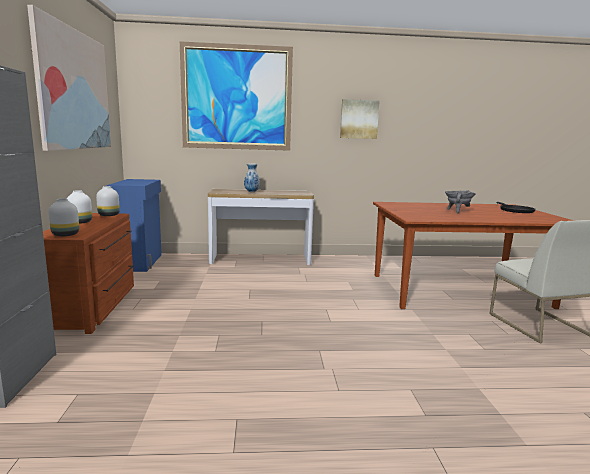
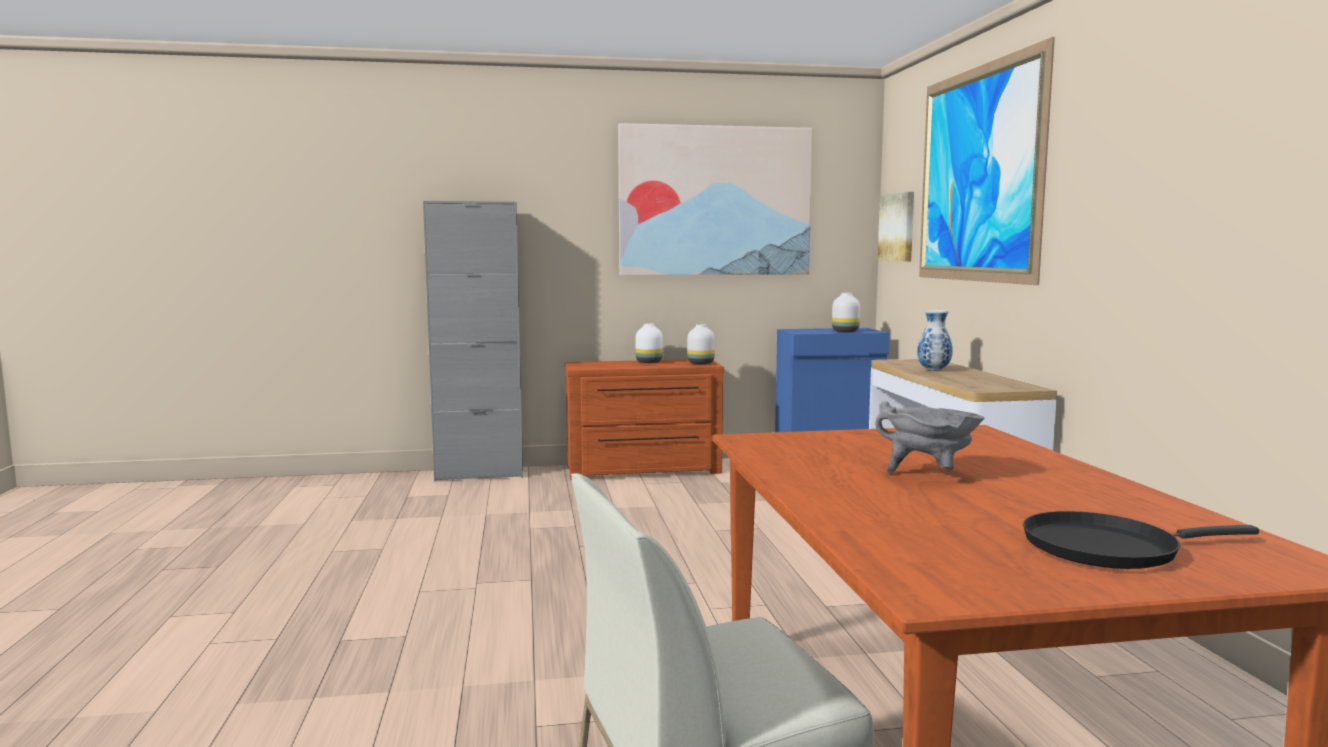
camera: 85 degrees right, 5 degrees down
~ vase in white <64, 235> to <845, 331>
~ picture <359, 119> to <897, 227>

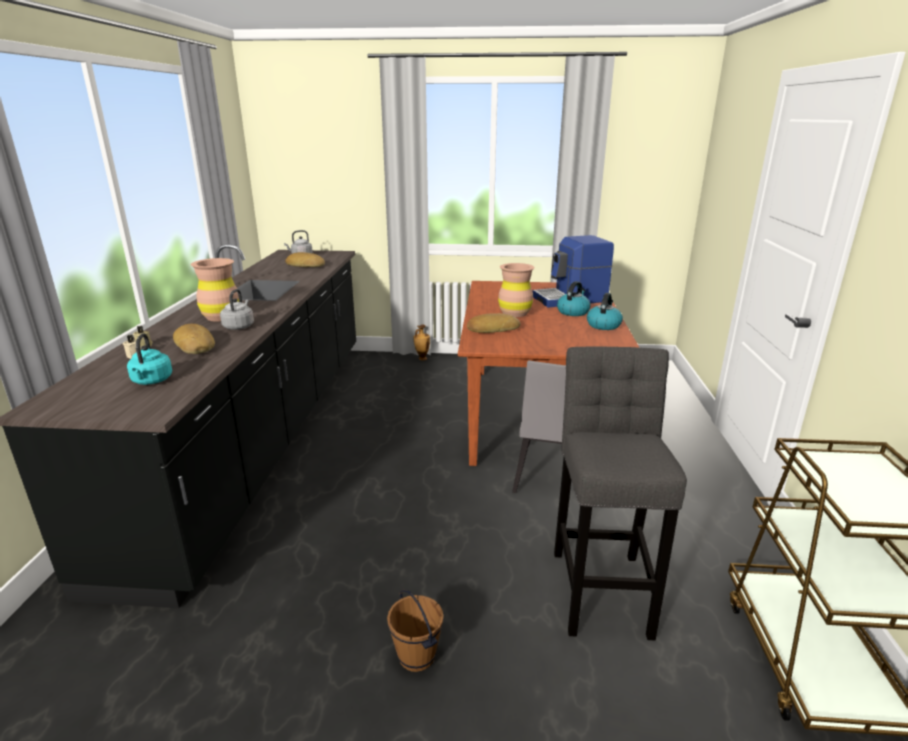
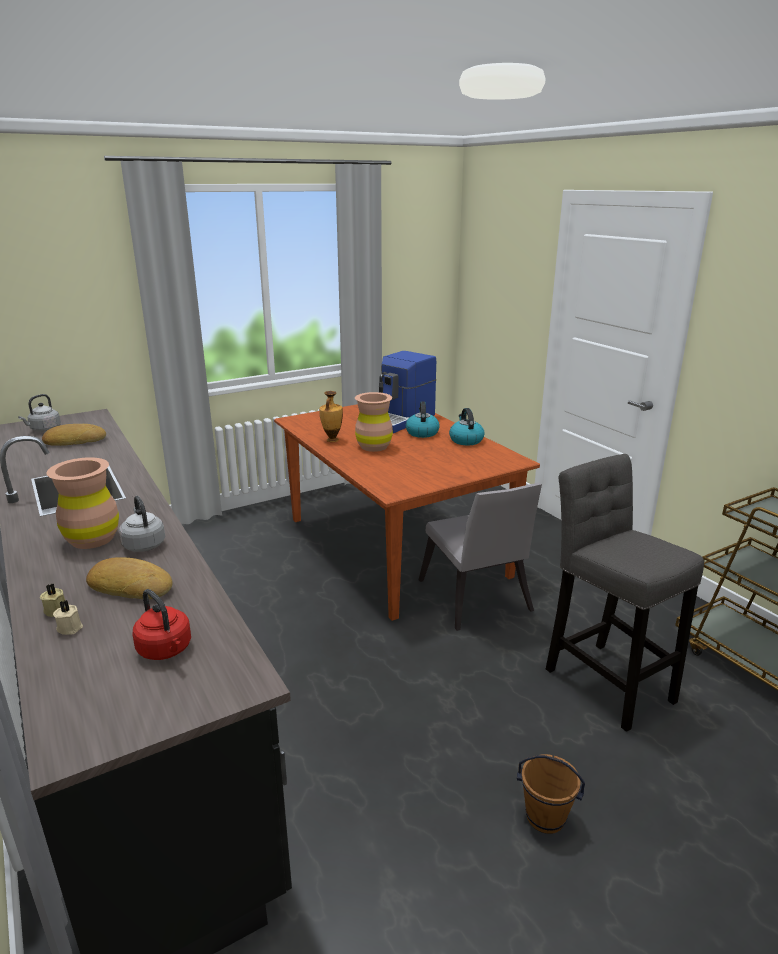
camera: 35 degrees left, 0 degrees up
- bread <492, 328>
~ vase <422, 358> to <332, 440>
~ kettle in turquoise <151, 381> to kettle in red <166, 650>

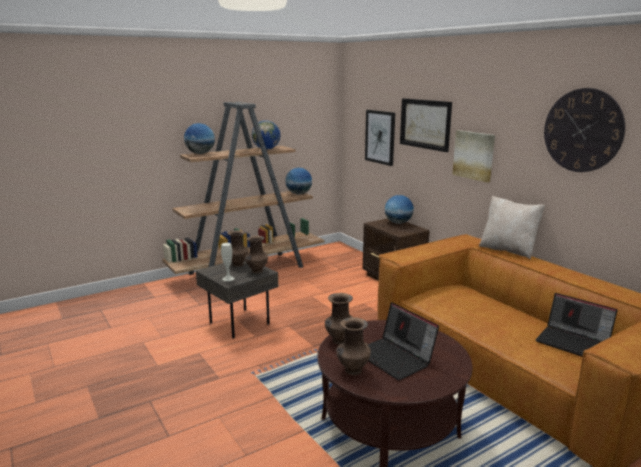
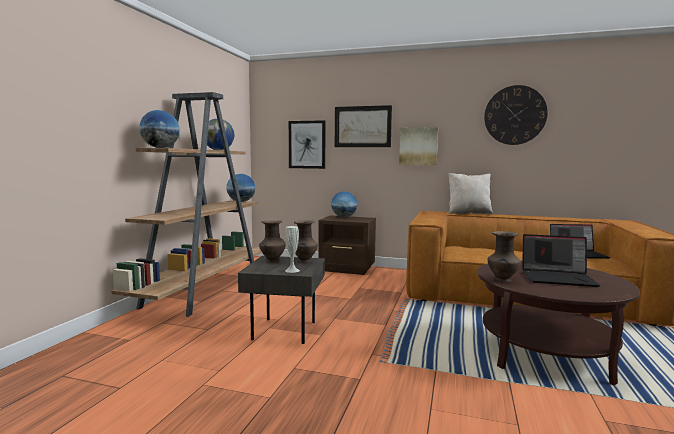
camera: 40 degrees left, 10 degrees down
- vase in brown <352, 370>

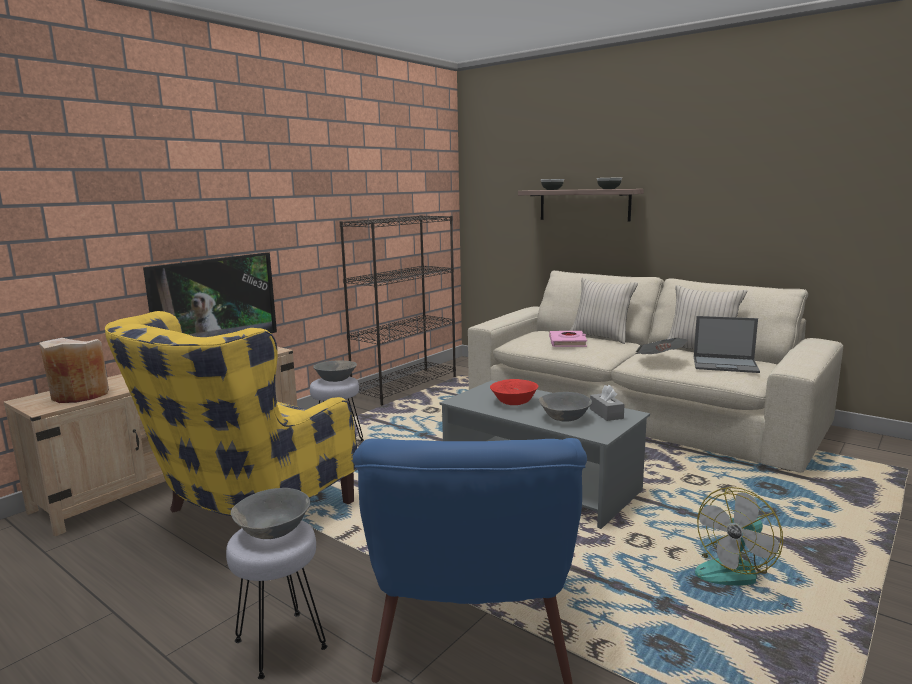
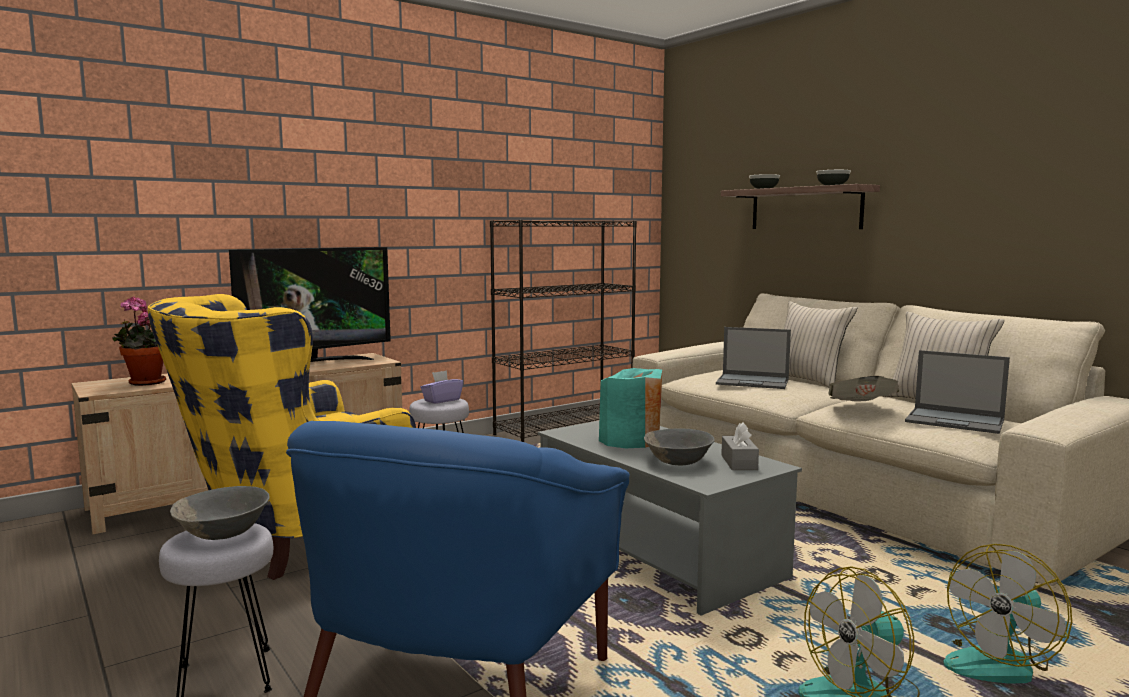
camera: 15 degrees right, 5 degrees down
+ fan <998, 662>
~ vase in beige <80, 395> to potted plant <144, 383>
~ bowl in grey <336, 380> to tissue box in purple <442, 400>
~ bowl in red <514, 402> to vase in turquoise <630, 440>
~ book in pink <567, 342> to laptop <753, 382>

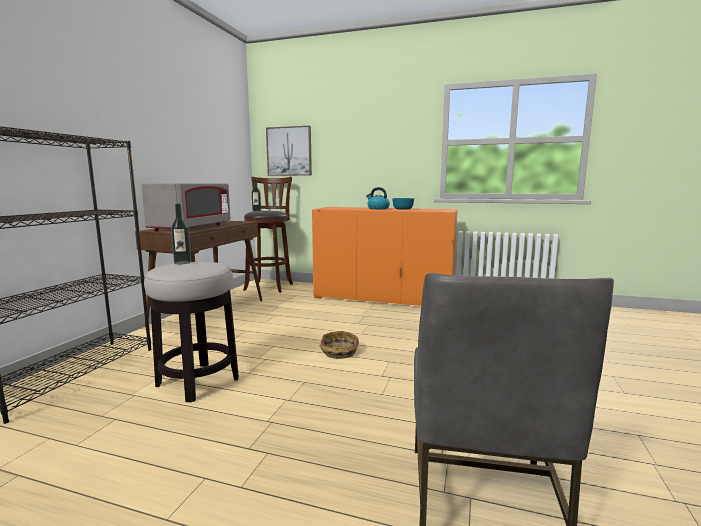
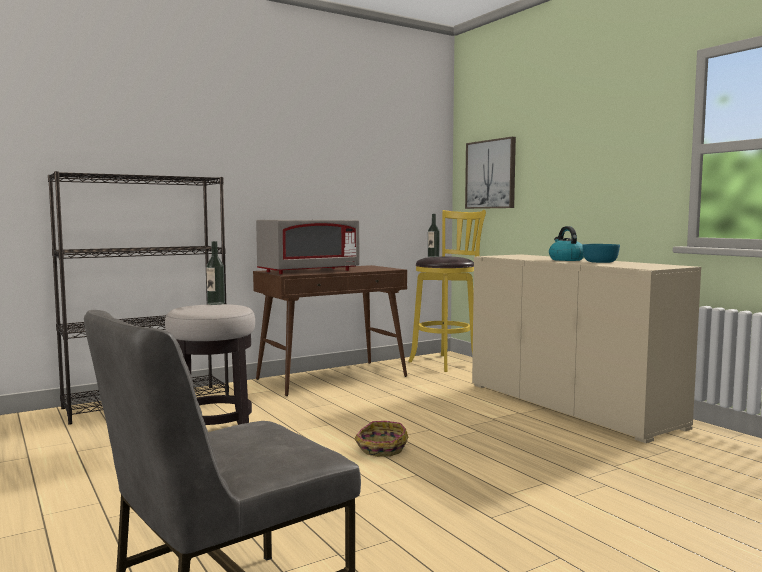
camera: 40 degrees right, 5 degrees down
~ stool in brown <269, 286> to stool in yellow <446, 362>
~ cabinet in orange <383, 298> to cabinet in beige <569, 405>

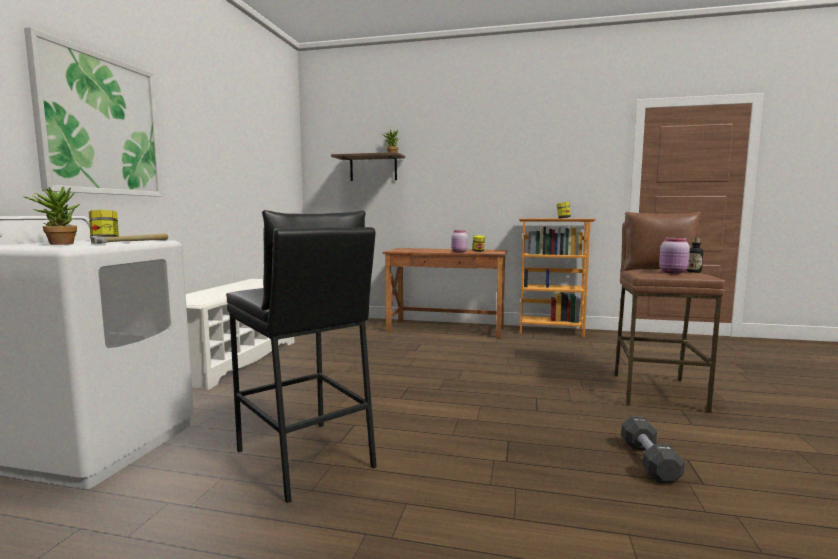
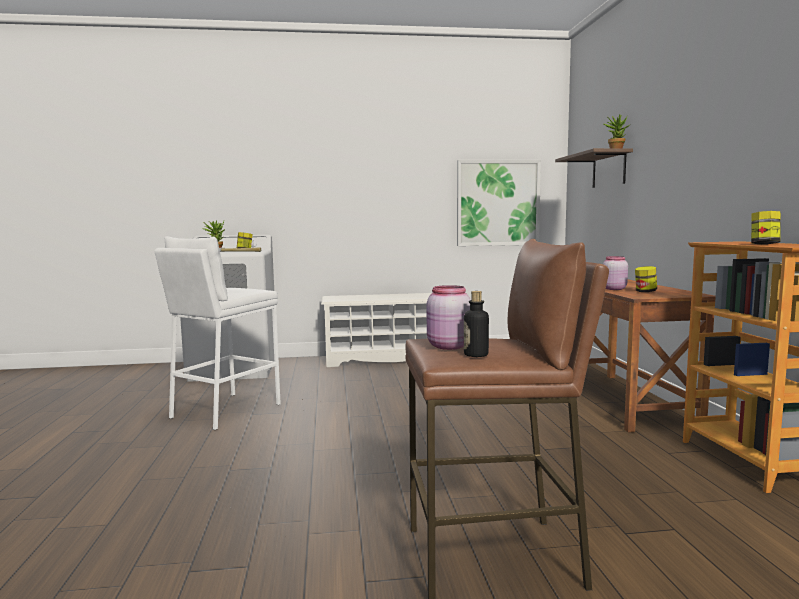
camera: 70 degrees right, 0 degrees up
- dumbbell in black <649, 462>
~ picture <101, 125> to <498, 203>
~ stool in black <305, 458> to stool in white <225, 410>

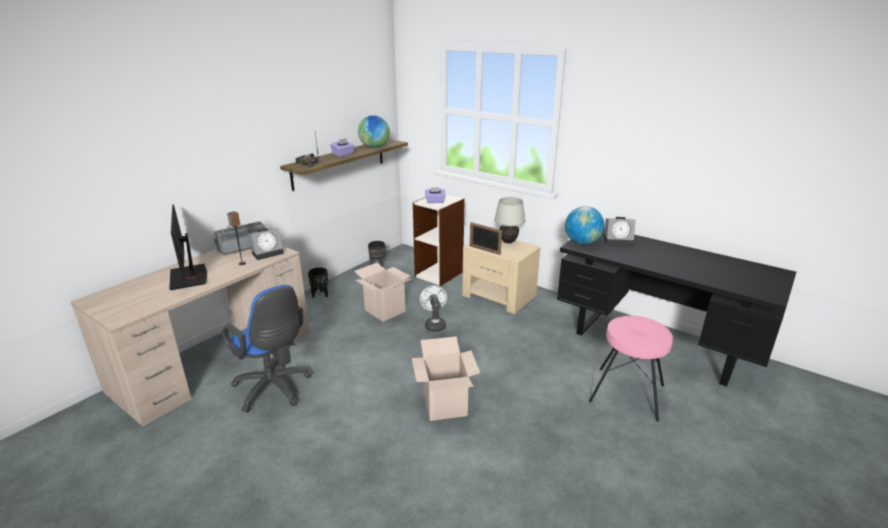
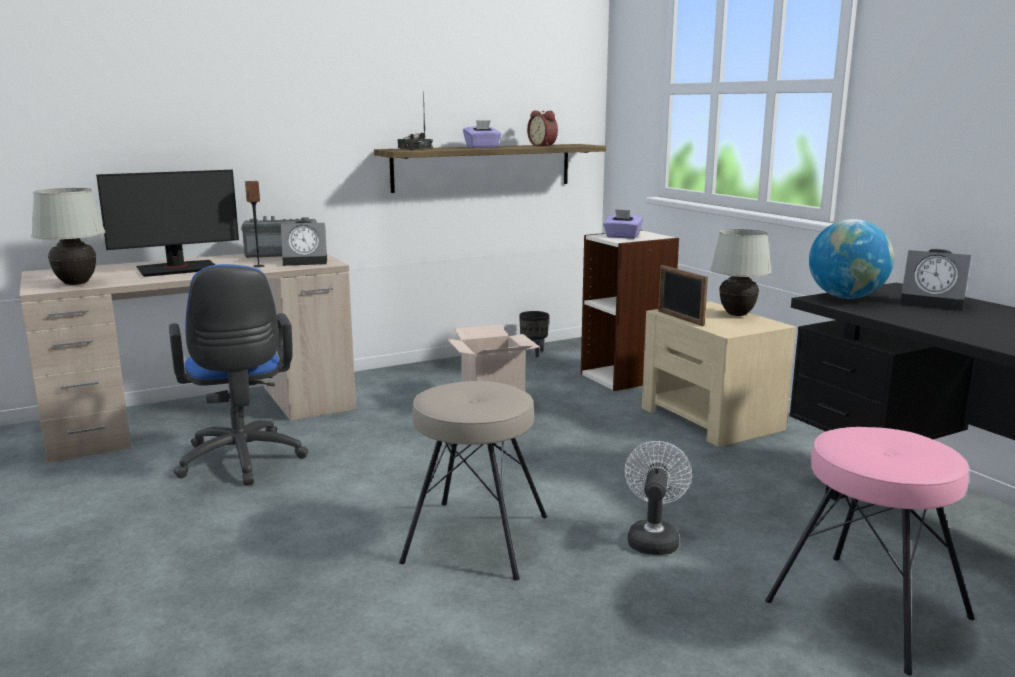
camera: 25 degrees right, 10 degrees down
- planter in black <320, 294>
+ table lamp in white <75, 284>
~ fan in white <434, 324> to <653, 538>
~ globe <375, 147> to alarm clock <543, 146>
~ cardboard box <445, 405> to stool in beige <475, 538>
~ monitor <189, 277> = <177, 269> 120 degrees counterclockwise

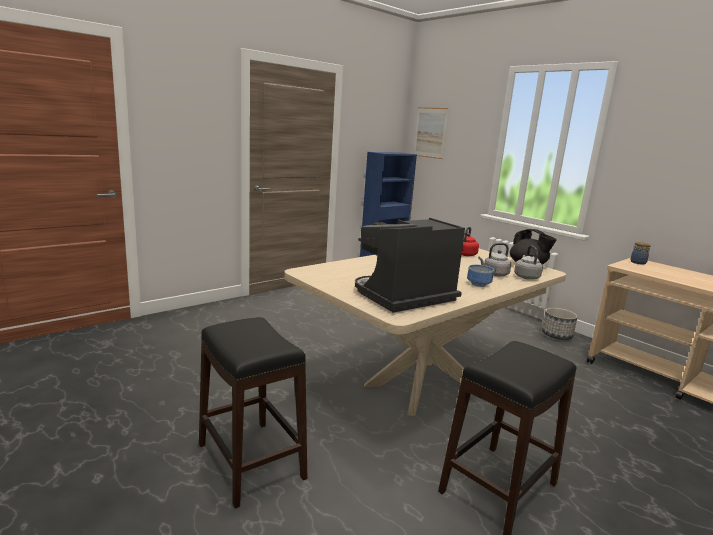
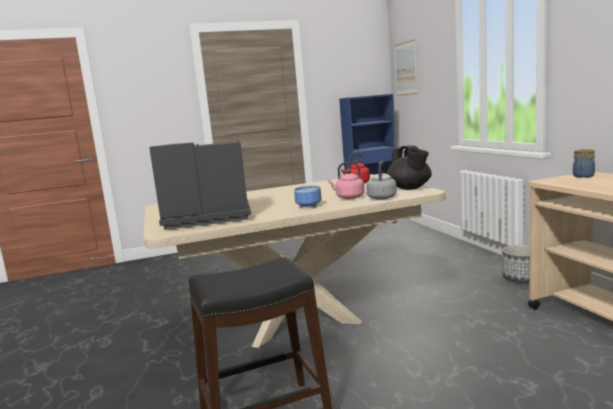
camera: 25 degrees right, 5 degrees down
- stool in black <250, 461>
~ kettle in grey <494, 274> to kettle in pink <348, 197>

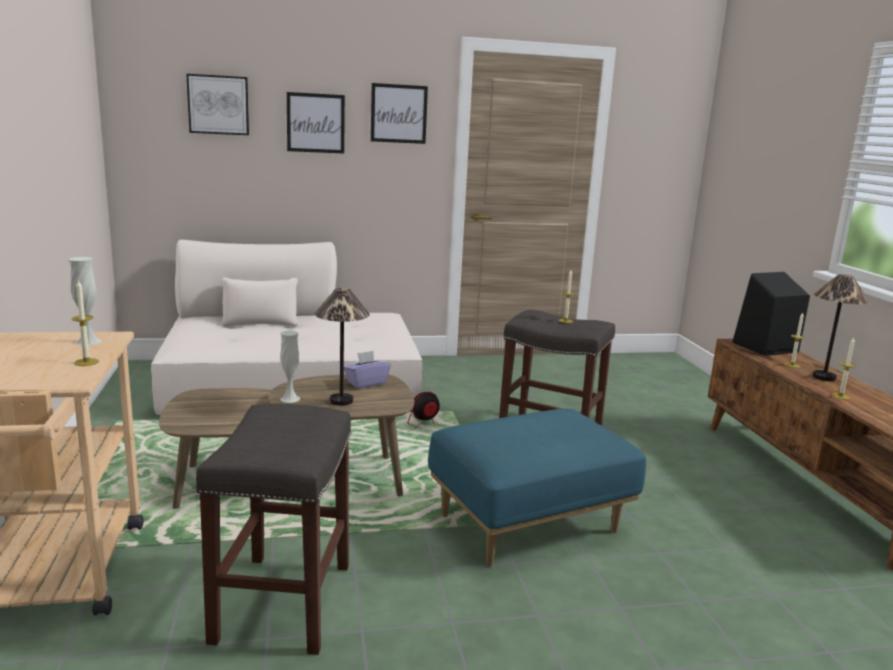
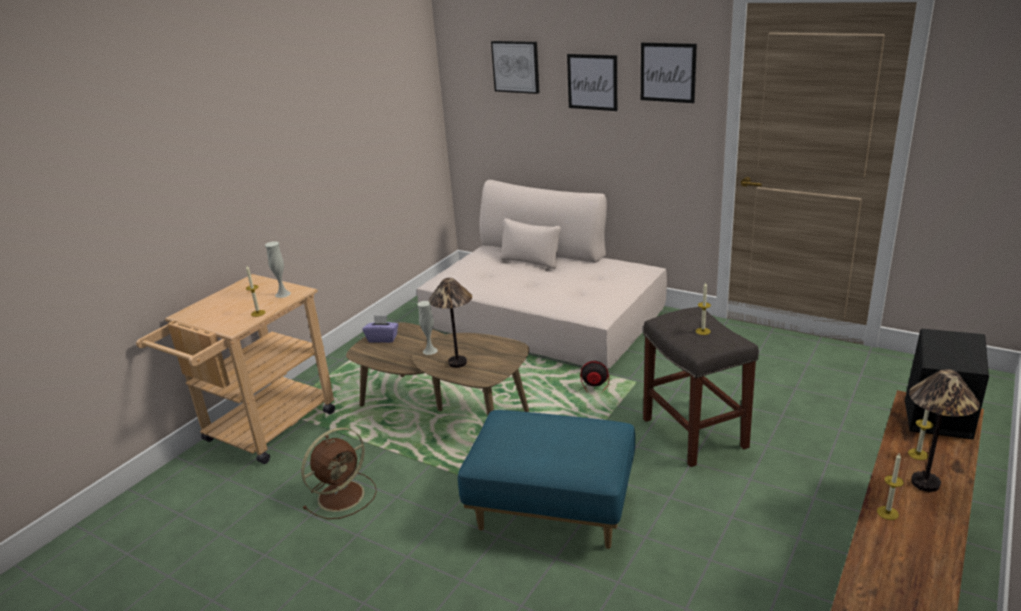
camera: 45 degrees right, 10 degrees up
~ tissue box in purple <366, 383> to <382, 339>
~ stool in grey <283, 600> to fan in brown <343, 495>

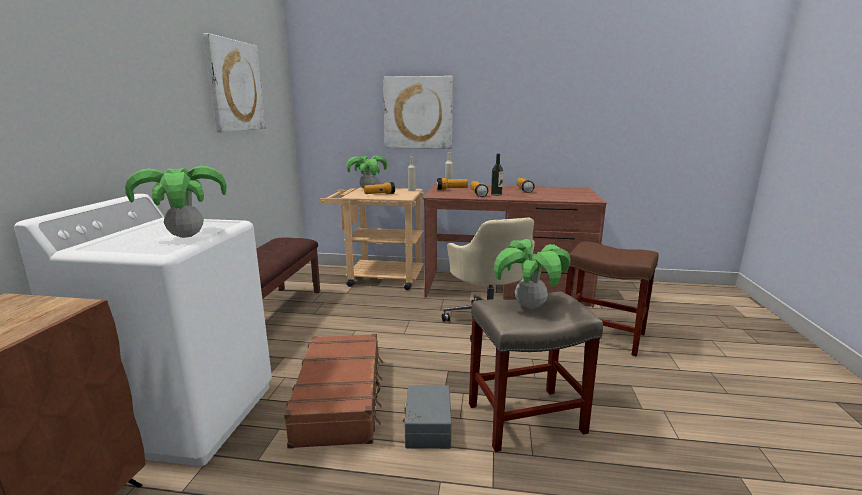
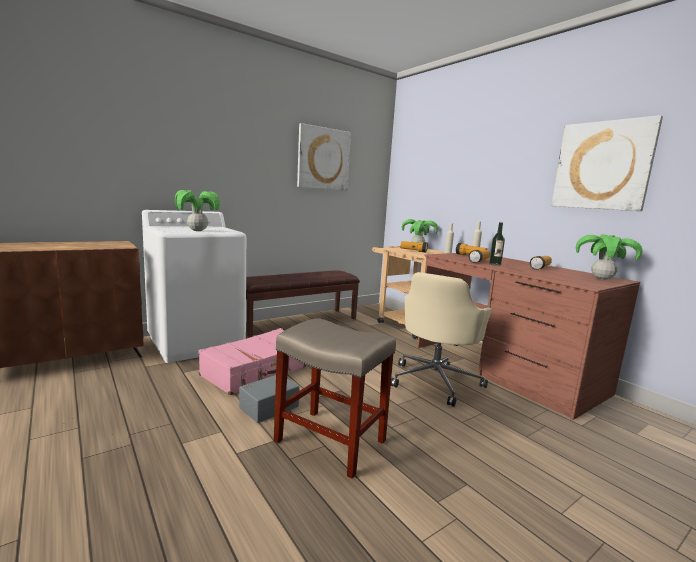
camera: 45 degrees right, 5 degrees down
- stool in brown <604, 335>
~ picture <418, 113> to <602, 166>
~ potted plant <530, 306> to <602, 278>
~ suitcase in brown <340, 398> to suitcase in pink <259, 370>

